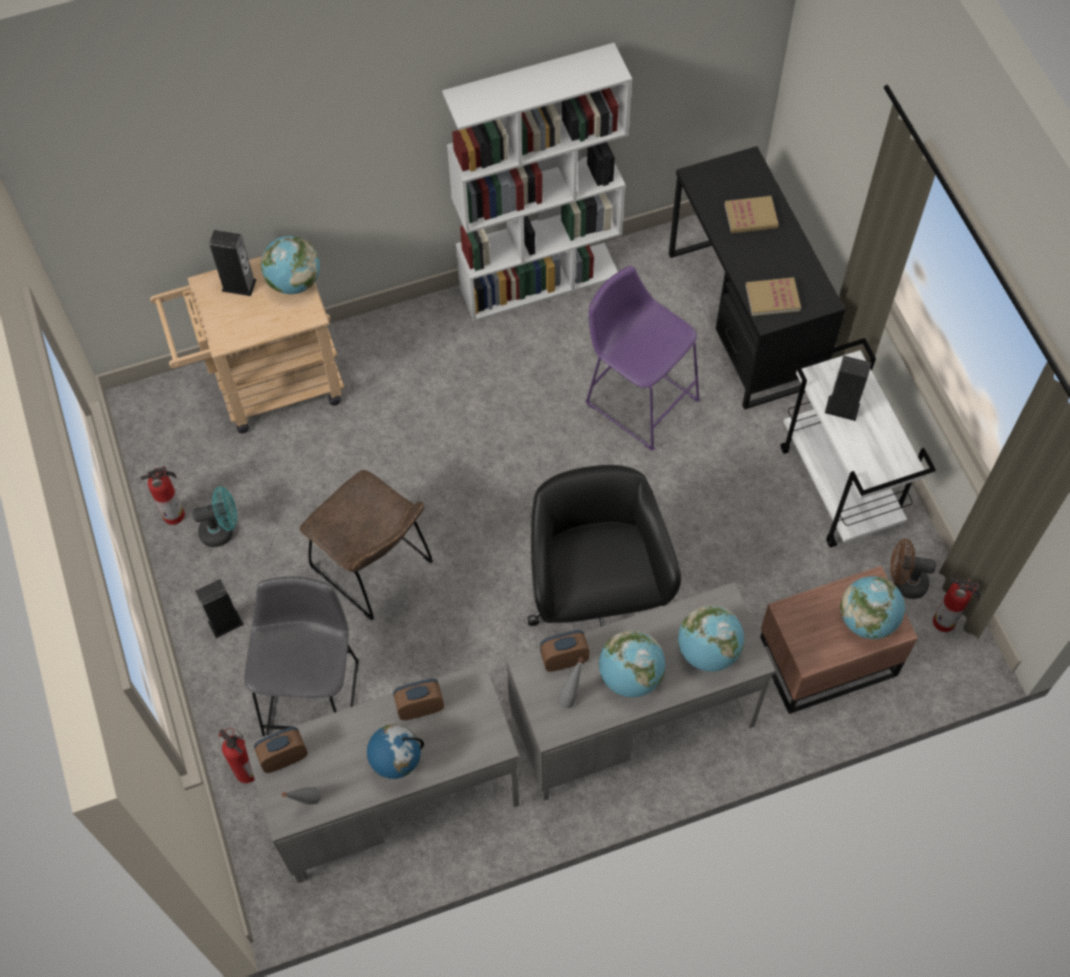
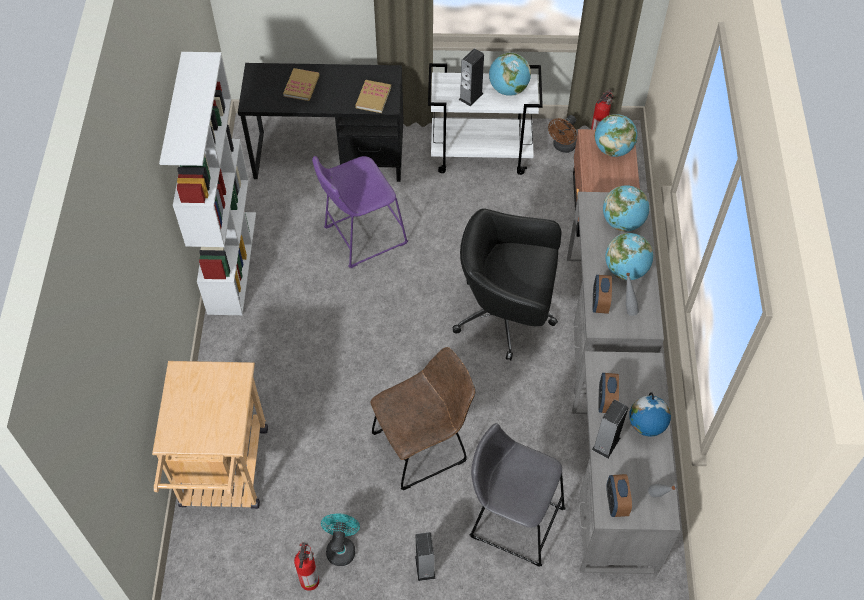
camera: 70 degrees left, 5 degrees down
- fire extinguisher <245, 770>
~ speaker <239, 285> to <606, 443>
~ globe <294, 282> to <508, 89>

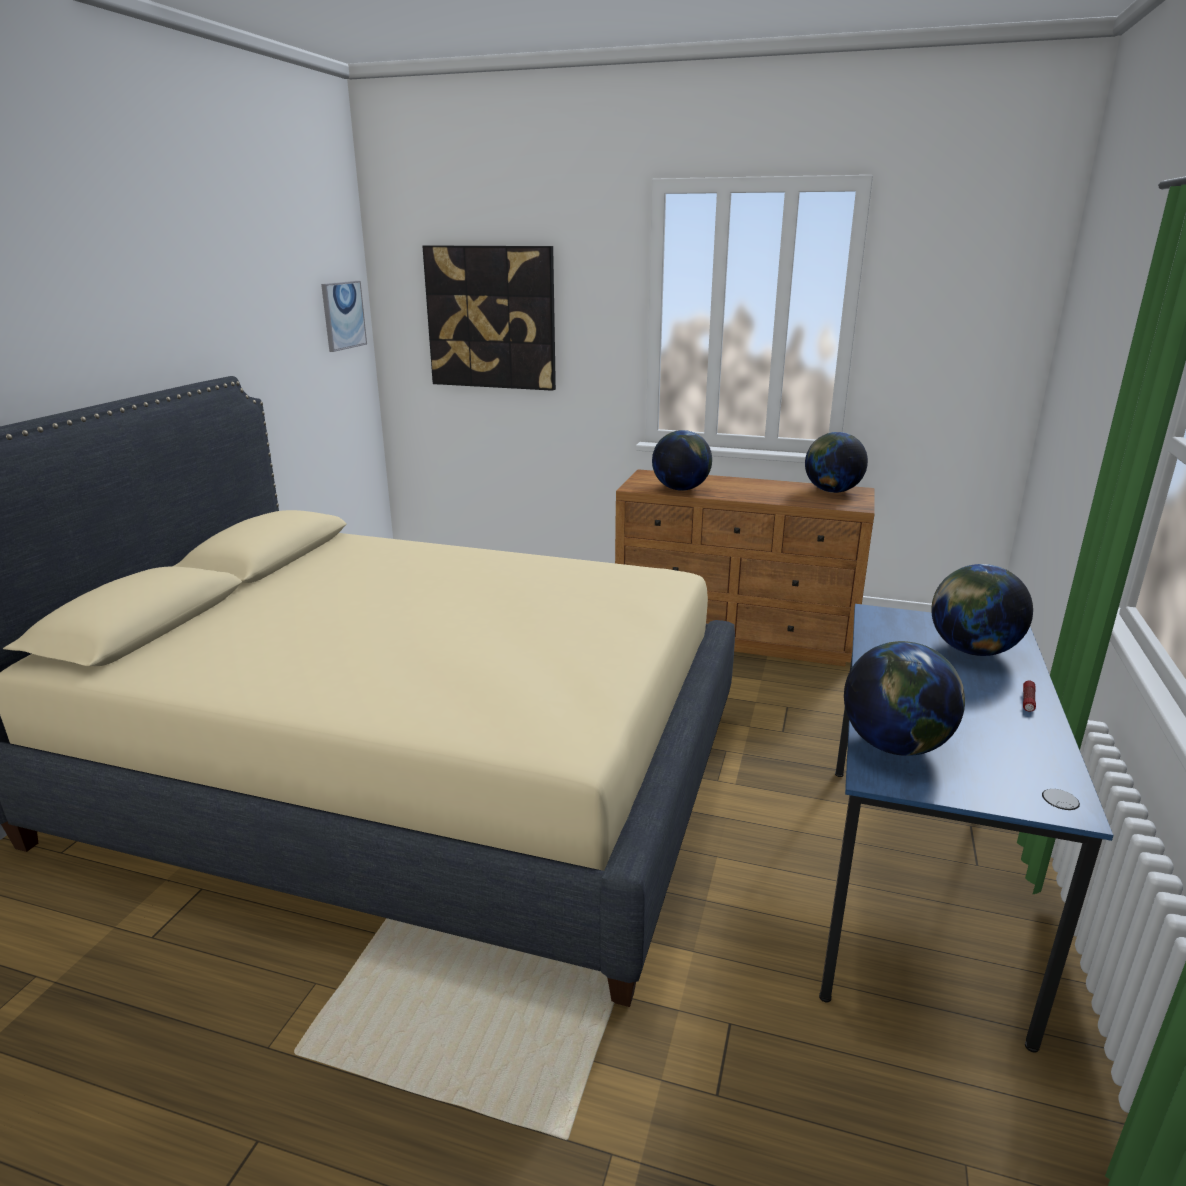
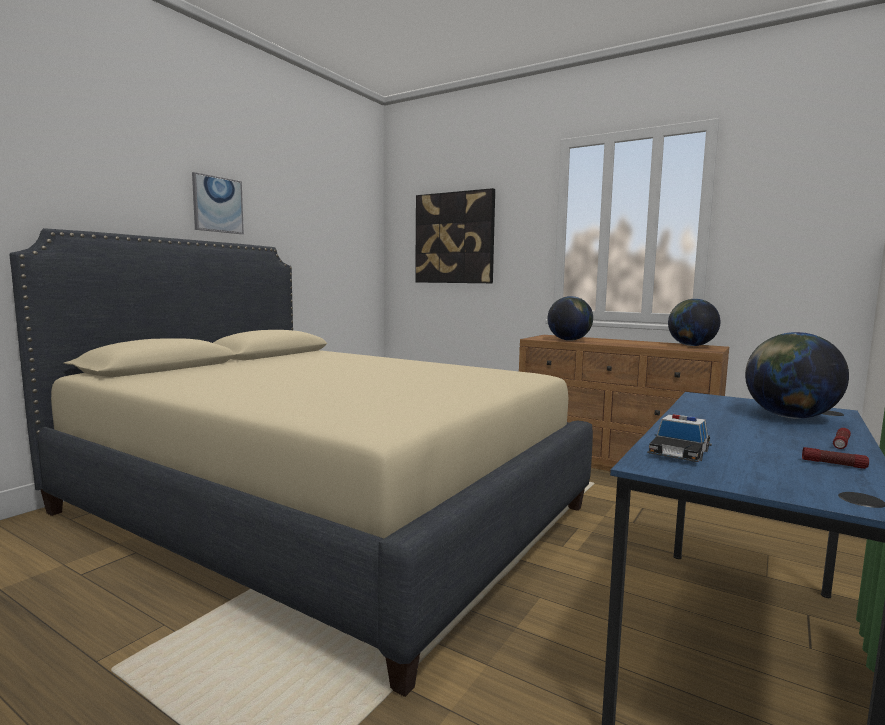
camera: 15 degrees right, 15 degrees down
+ flashlight <833, 464>
~ picture <343, 315> to <217, 204>
~ globe <895, 745> to toy car <679, 452>

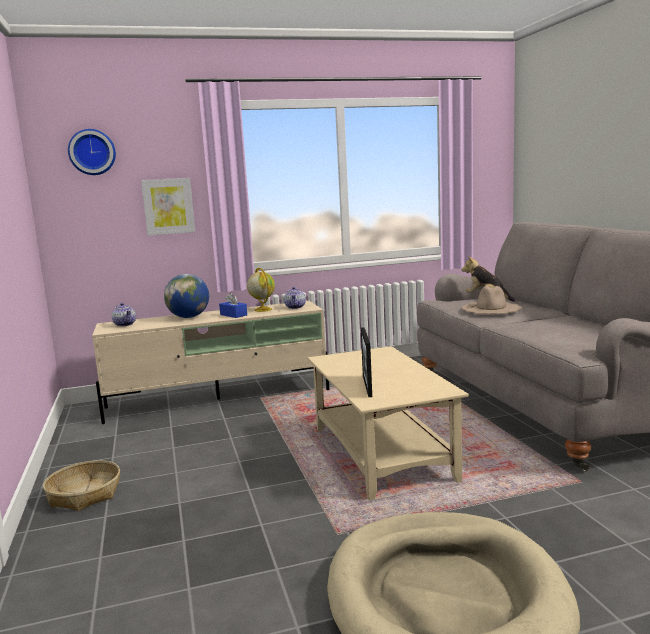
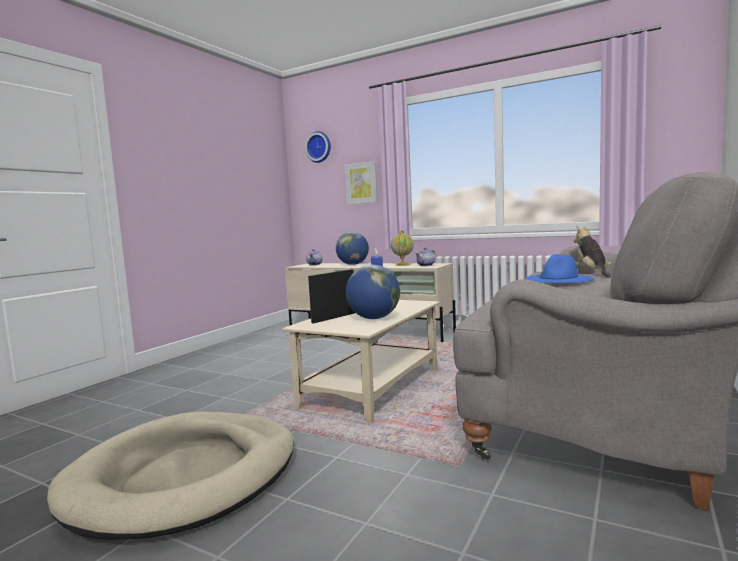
camera: 45 degrees right, 5 degrees down
- basket <85, 494>
+ globe <374, 318>
~ hat in beige <491, 308> to hat in blue <558, 279>

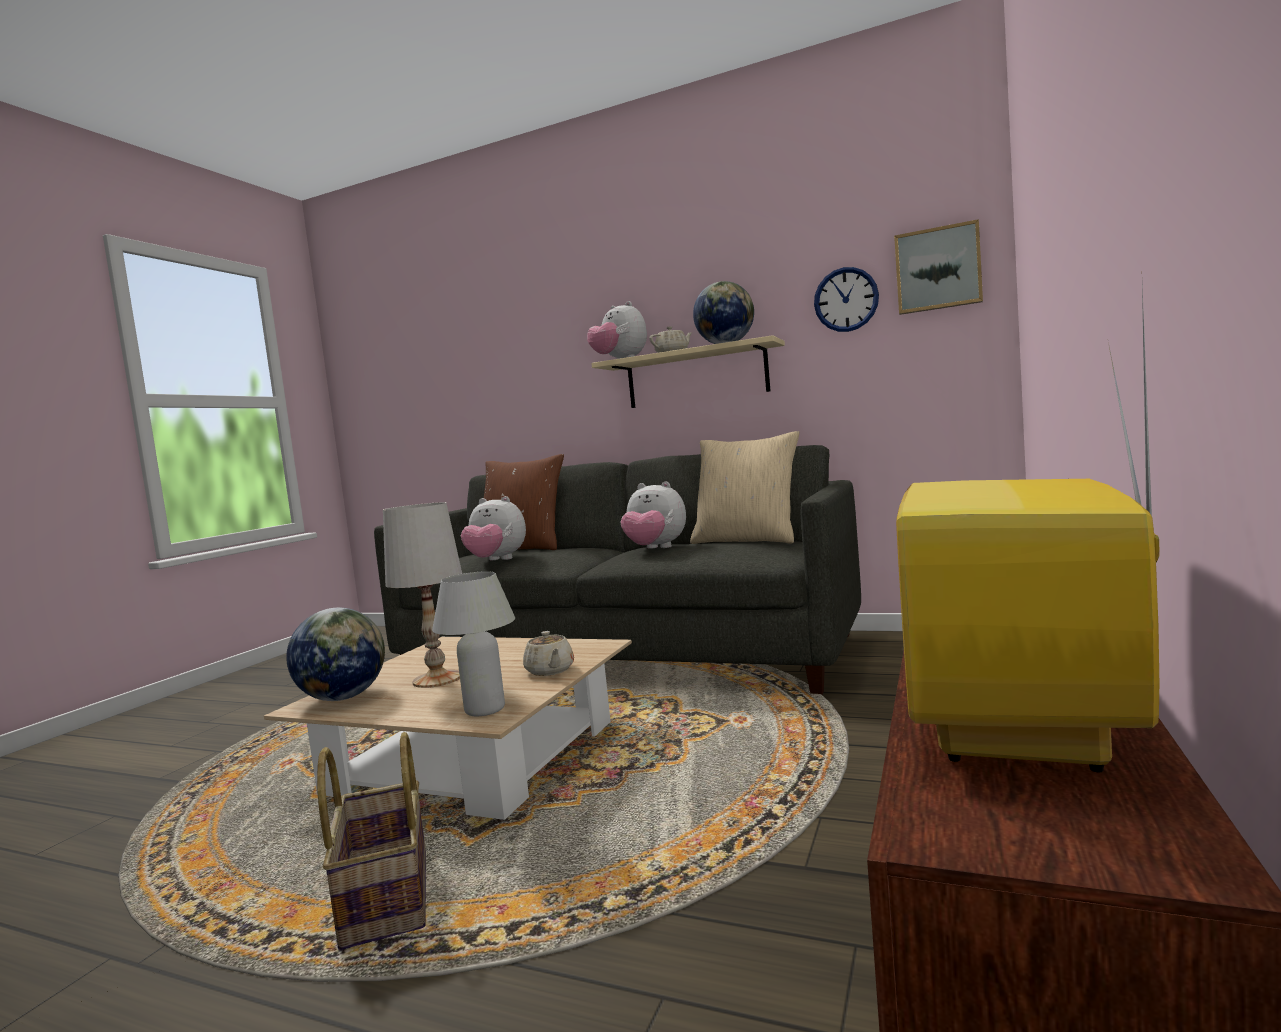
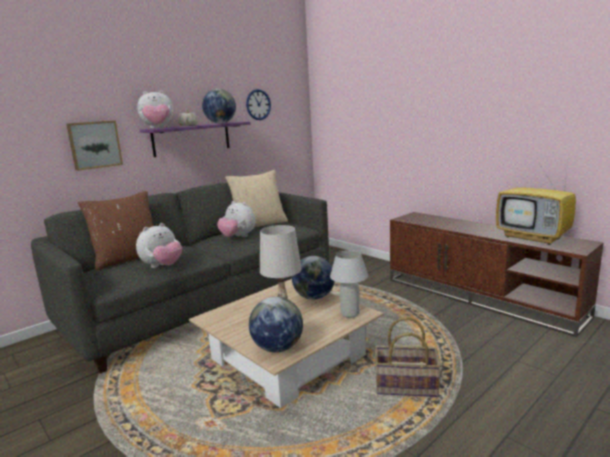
camera: 65 degrees left, 10 degrees up
~ picture <937, 269> to <94, 145>
~ teapot in beige <550, 671> to globe <314, 297>
~ shelf in beige <696, 377> to shelf in purple <192, 139>
~ plush toy <655, 549> = <238, 237> 75 degrees clockwise

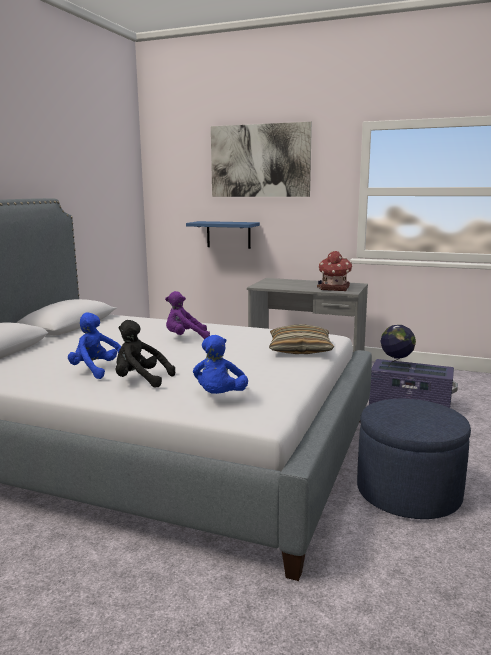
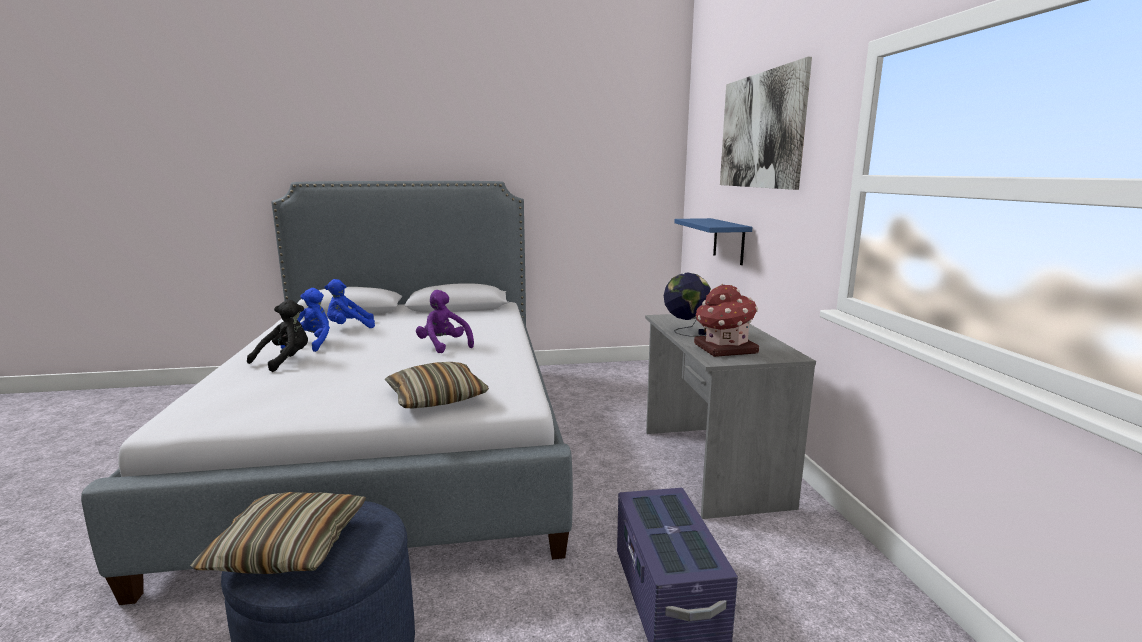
camera: 60 degrees right, 0 degrees up
+ pillow <288, 548>
~ plush toy in blue <219, 397> to <349, 327>
~ globe <396, 366> to <685, 331>
~ plush toy in black <140, 380> = <285, 361> 45 degrees clockwise

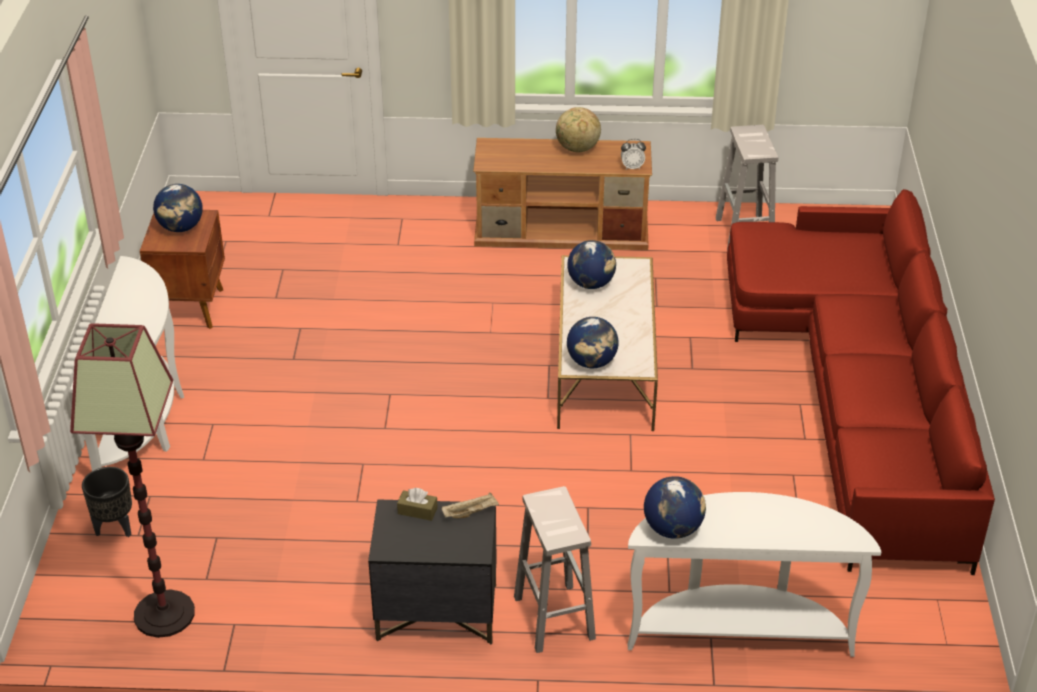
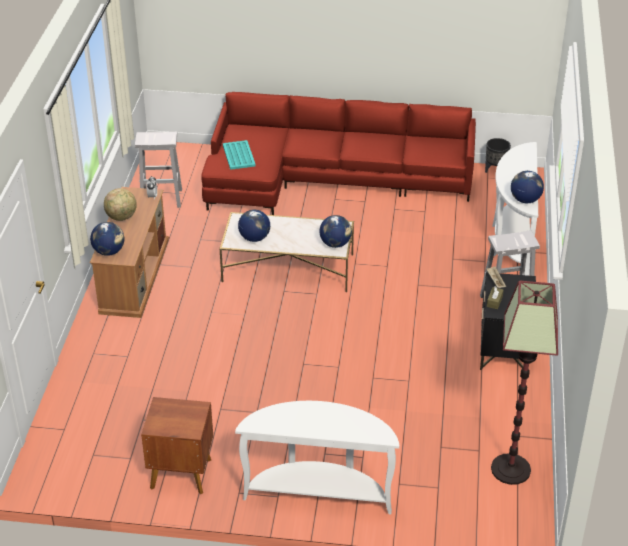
camera: 85 degrees left, 0 degrees up
+ tray in turquoise <239, 155>
~ planter in black <115, 528> to <495, 172>
~ globe <181, 228> to <109, 251>

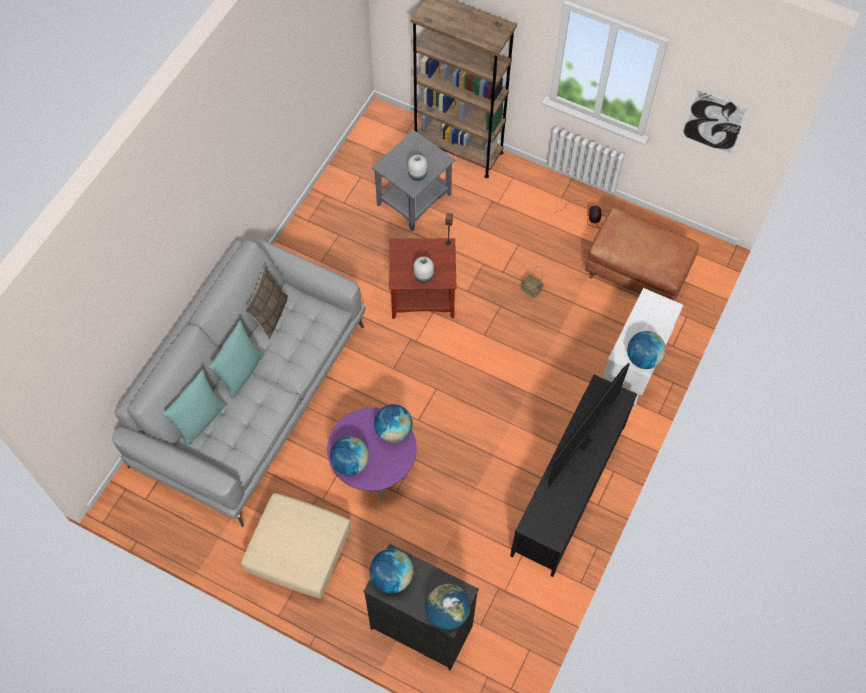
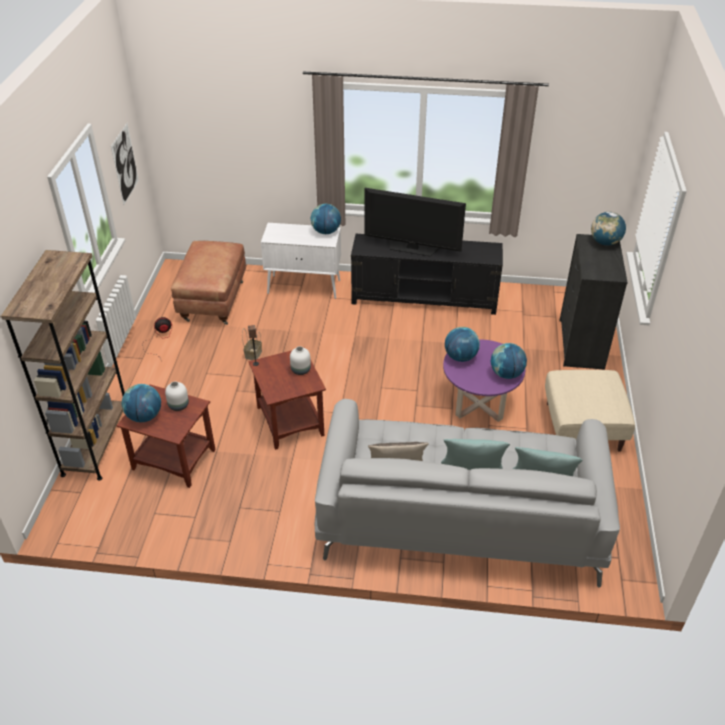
camera: 110 degrees left, 20 degrees down
~ globe <392, 577> to <144, 416>
~ side table in grey <413, 199> to side table in brown <173, 460>

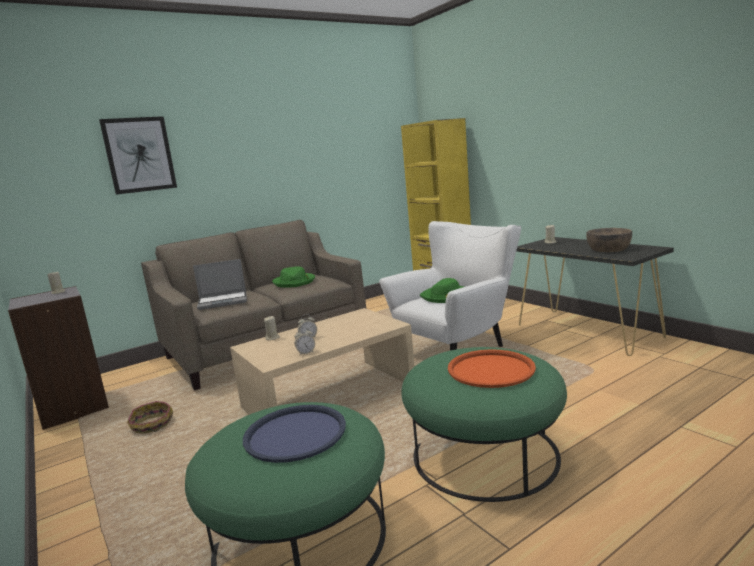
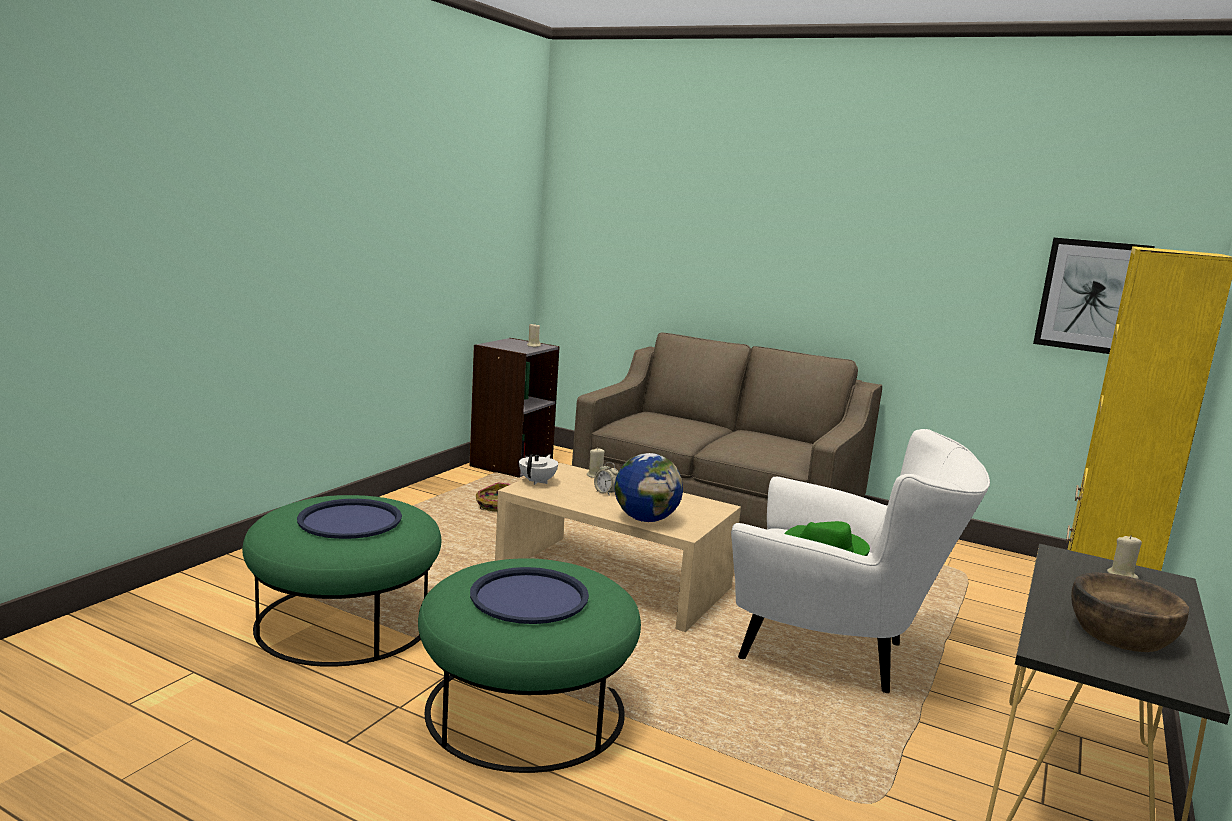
camera: 60 degrees right, 0 degrees up
- laptop <223, 301>
- hat in green <294, 282>
- alarm clock <306, 353>
+ teapot in white <538, 481>
+ globe <645, 519>
~ picture <139, 155> to <1091, 296>
~ tray in orange <490, 369> to tray in blue <529, 597>

